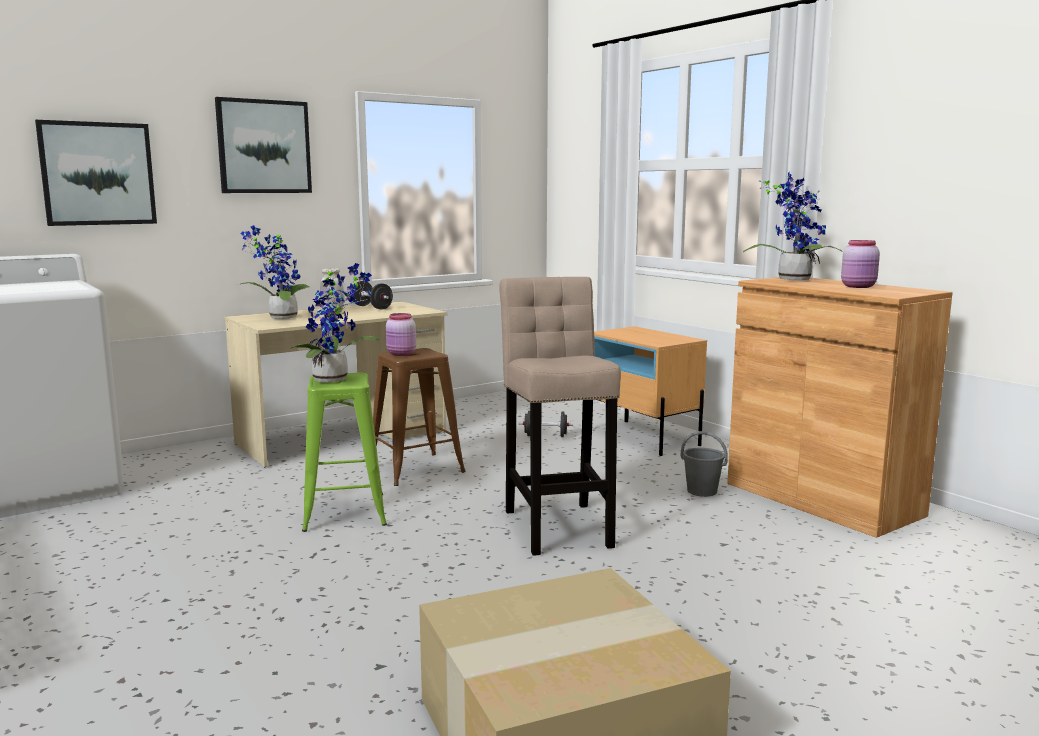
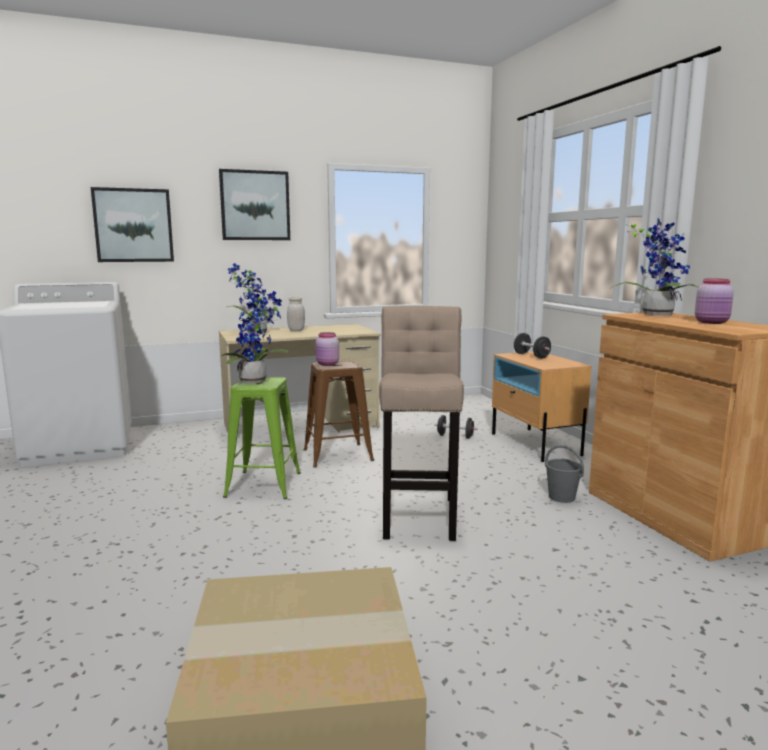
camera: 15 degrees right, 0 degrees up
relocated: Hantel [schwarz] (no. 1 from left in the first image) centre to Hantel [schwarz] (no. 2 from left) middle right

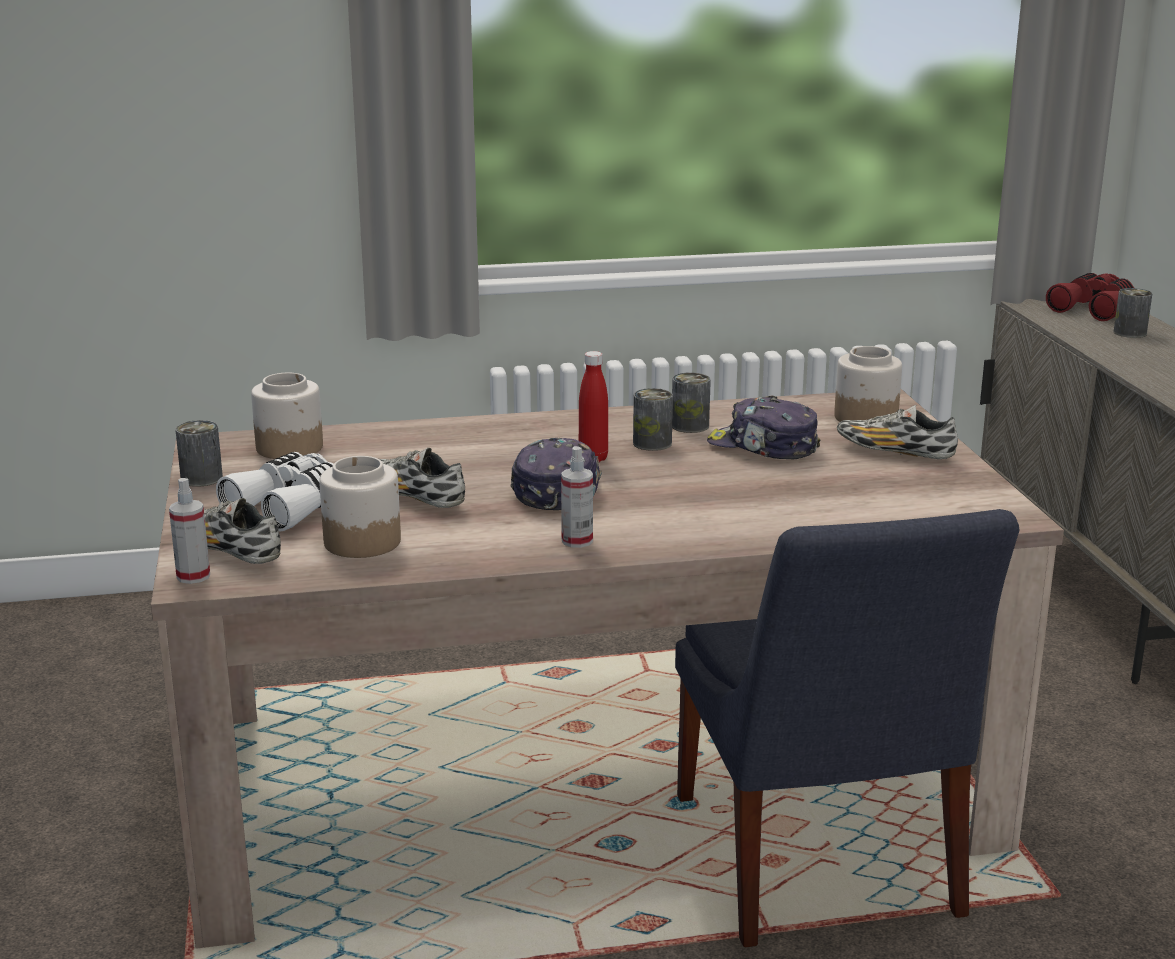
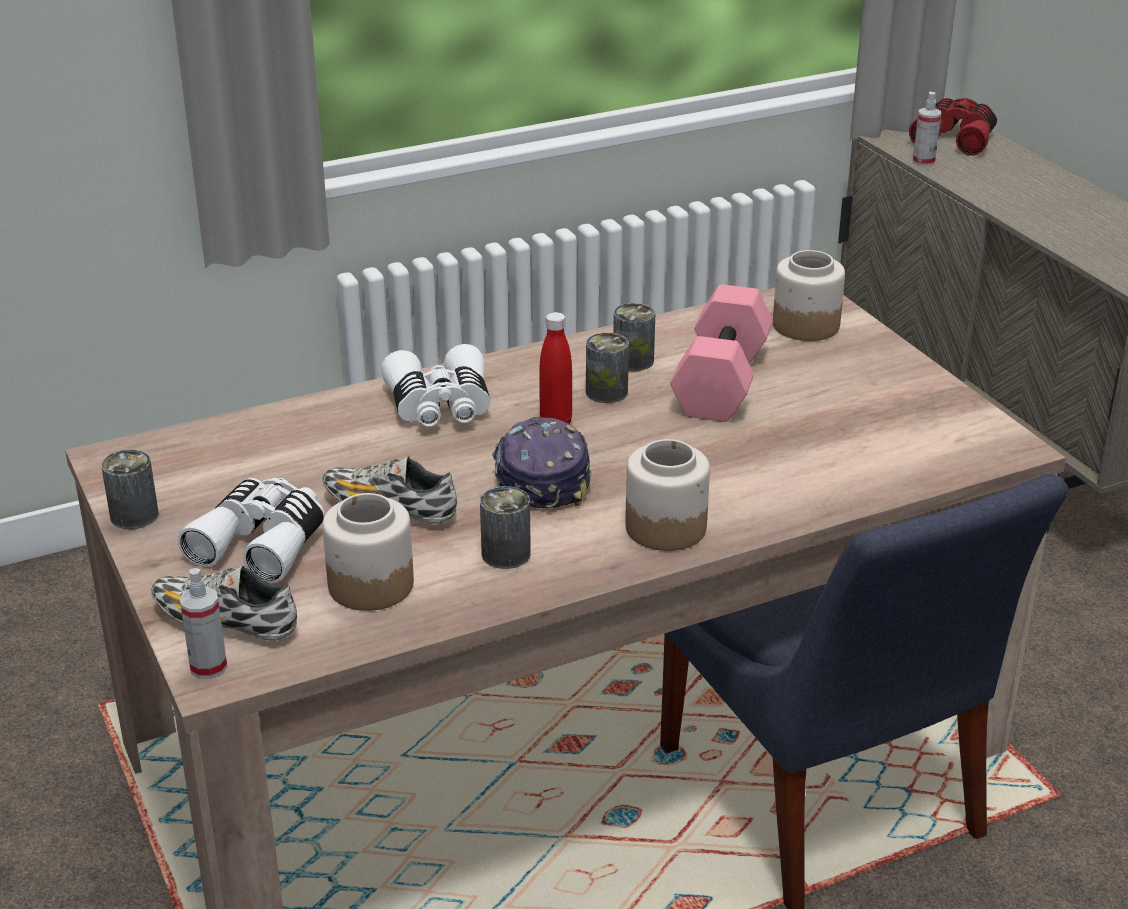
camera: 15 degrees left, 10 degrees up
missing: Schuh (no. 3 from left) middle right
appeared: Fernglas [weiß] (no. 2 from left) centre
relocated: Vorratsglas (no. 1 from left in the first image) middle left to Vorratsglas (no. 2 from left) centre; Sprühflasche (no. 2 from left) centre to top right; Dose (no. 4 from left in the first image) top right to Dose (no. 2 from left) centre
exchanged: Kappe (no. 2 from left) centre to Hantel [rosa] centre

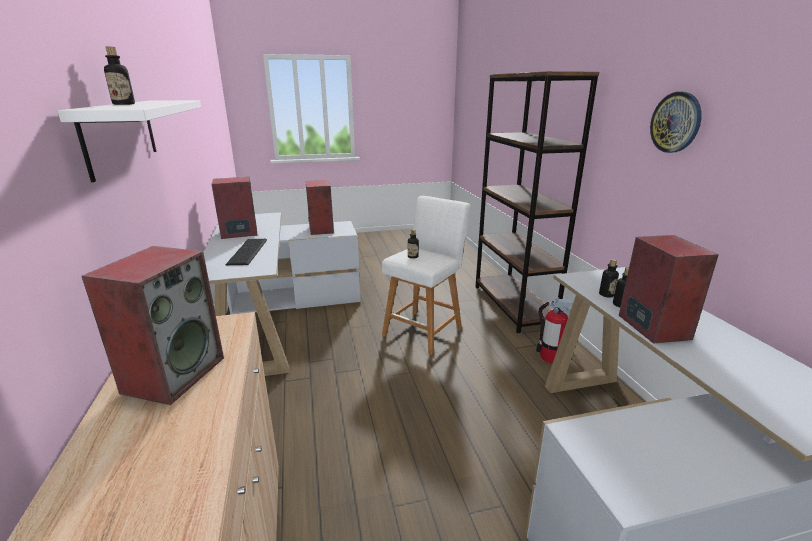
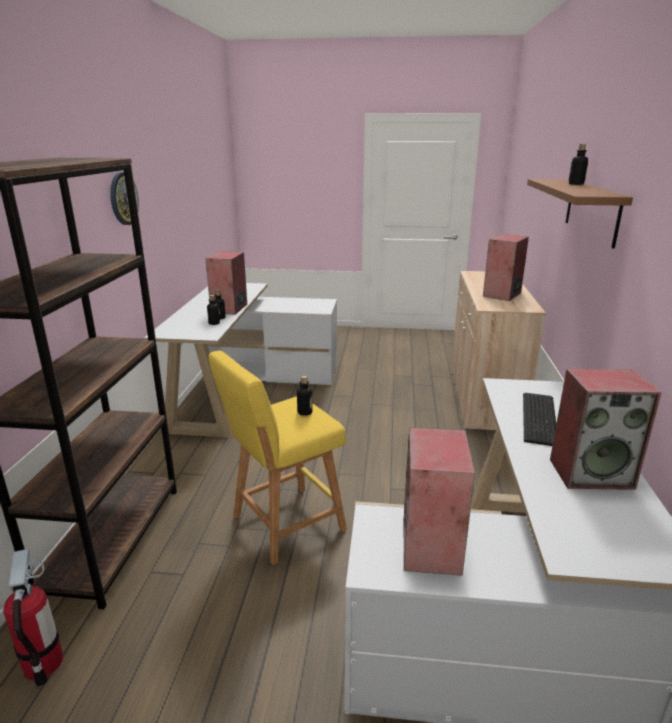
camera: 160 degrees left, 0 degrees up
relocated: Feuerlöscher middle right to bottom left
colour: Wandregal [weiß] top left to Wandregal [braun] top right; Hocker [weiß] centre to Hocker [gelb] centre

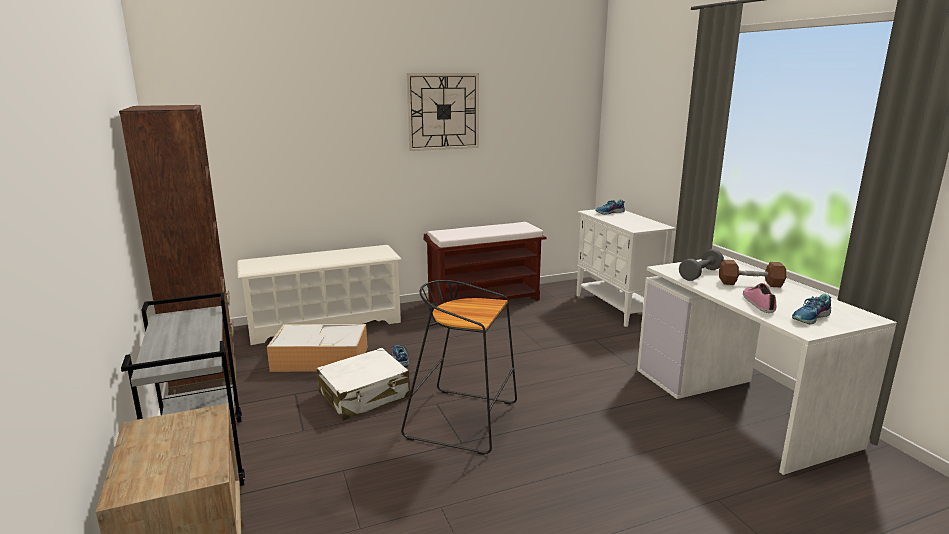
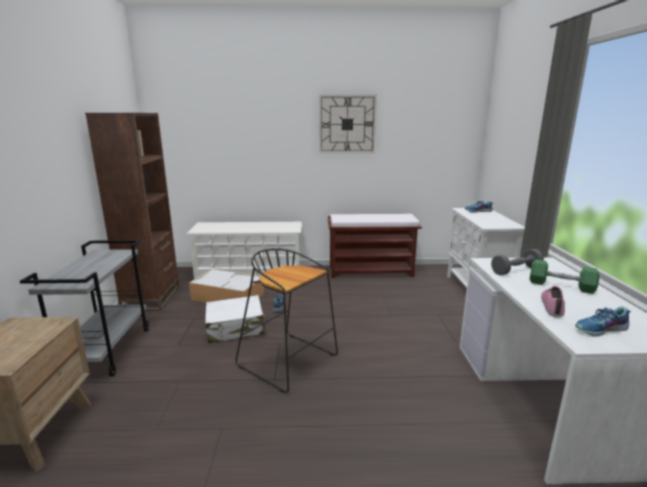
camera: 20 degrees right, 0 degrees up
colour: Hantel [braun] middle right to Hantel [grün] middle right

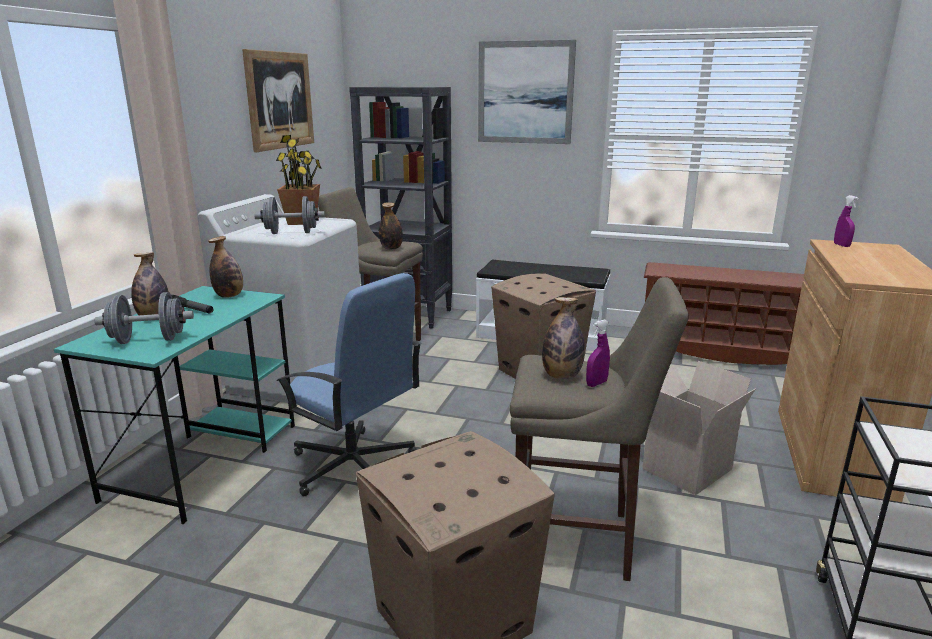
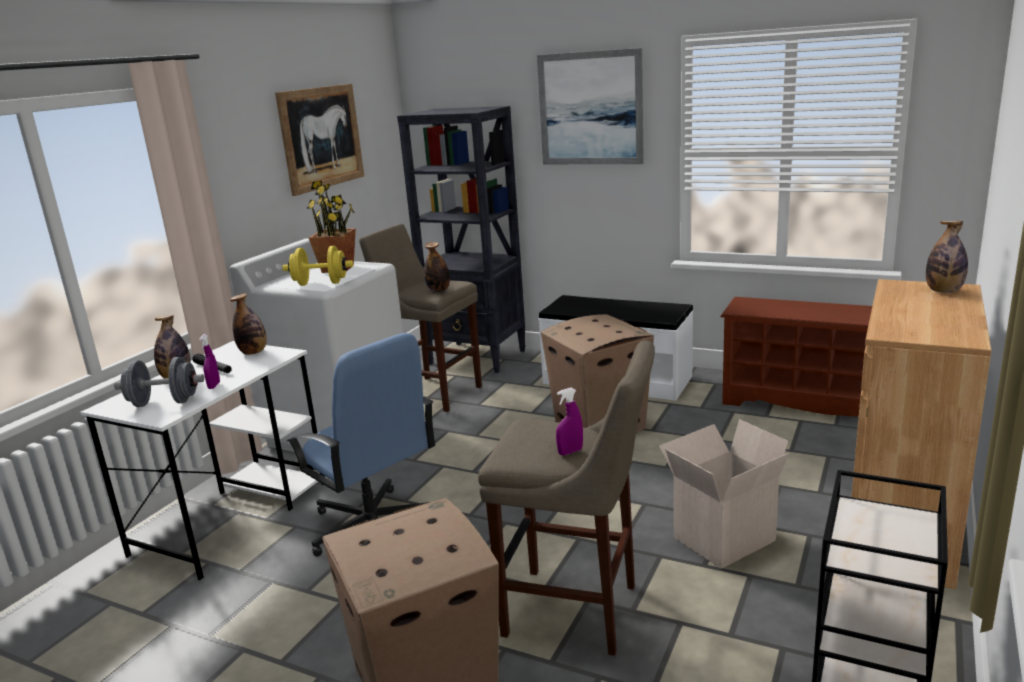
camera: 10 degrees right, 0 degrees up
relocated: Flasche (no. 4 from left) centre to middle right; Sprühflasche [lila] (no. 2 from left in the first image) middle right to Sprühflasche [lila] (no. 1 from left) middle left
colour: Schreibtisch [türkis] middle left to Schreibtisch [weiß] bottom left; Hantel [grau] (no. 2 from left) middle left to Hantel [gelb] middle left

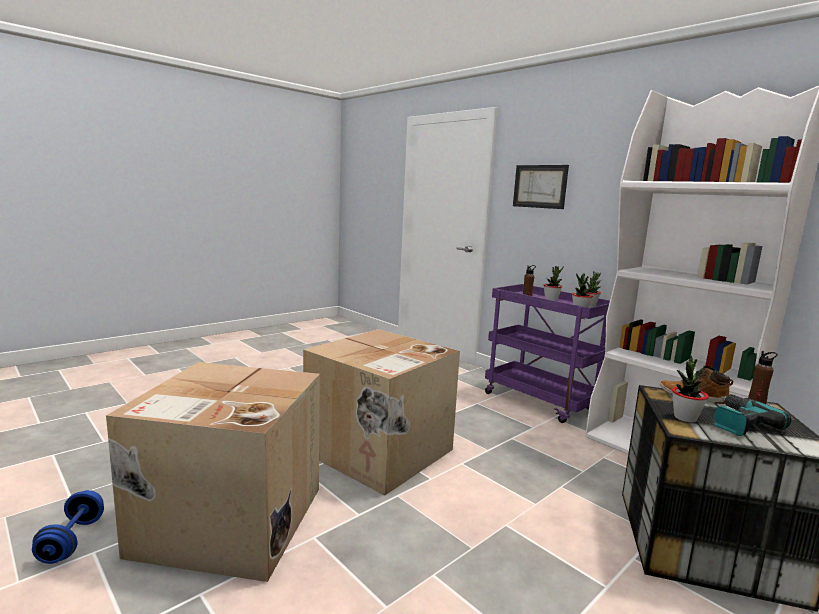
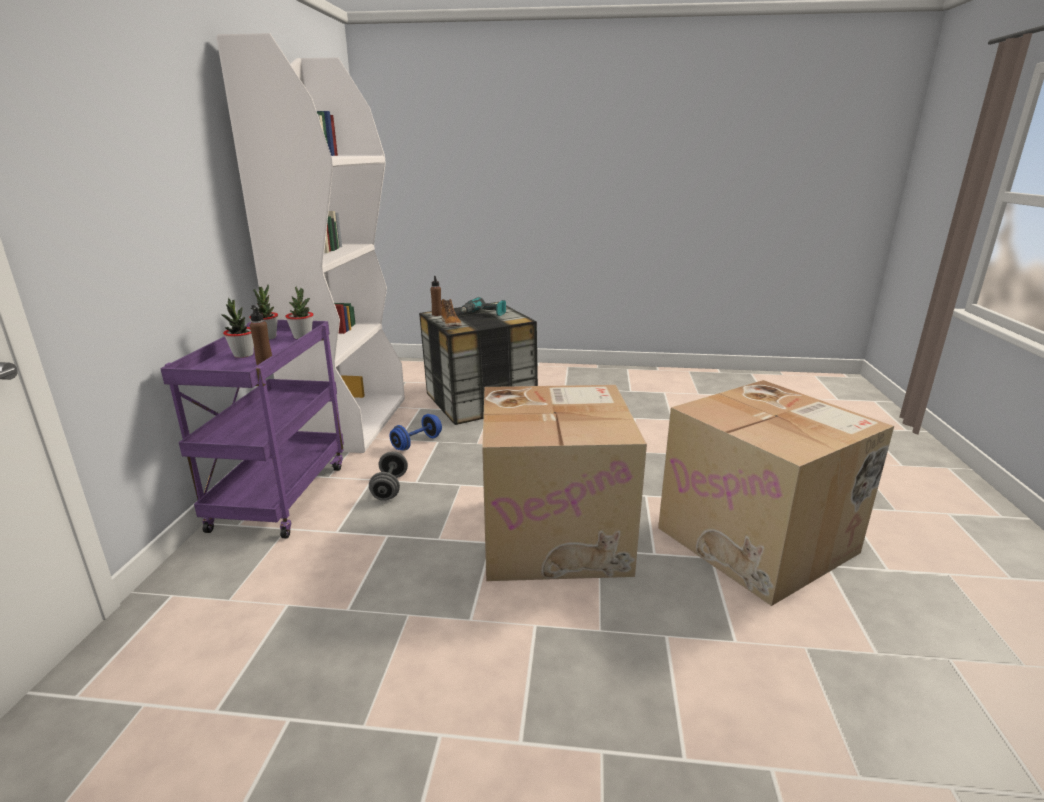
camera: 130 degrees left, 10 degrees up
missing: Bild top centre; Topfpflanze (no. 4 from left) middle right
appeared: Hantel [grau] centre
relocated: Hantel [blau] bottom left to centre

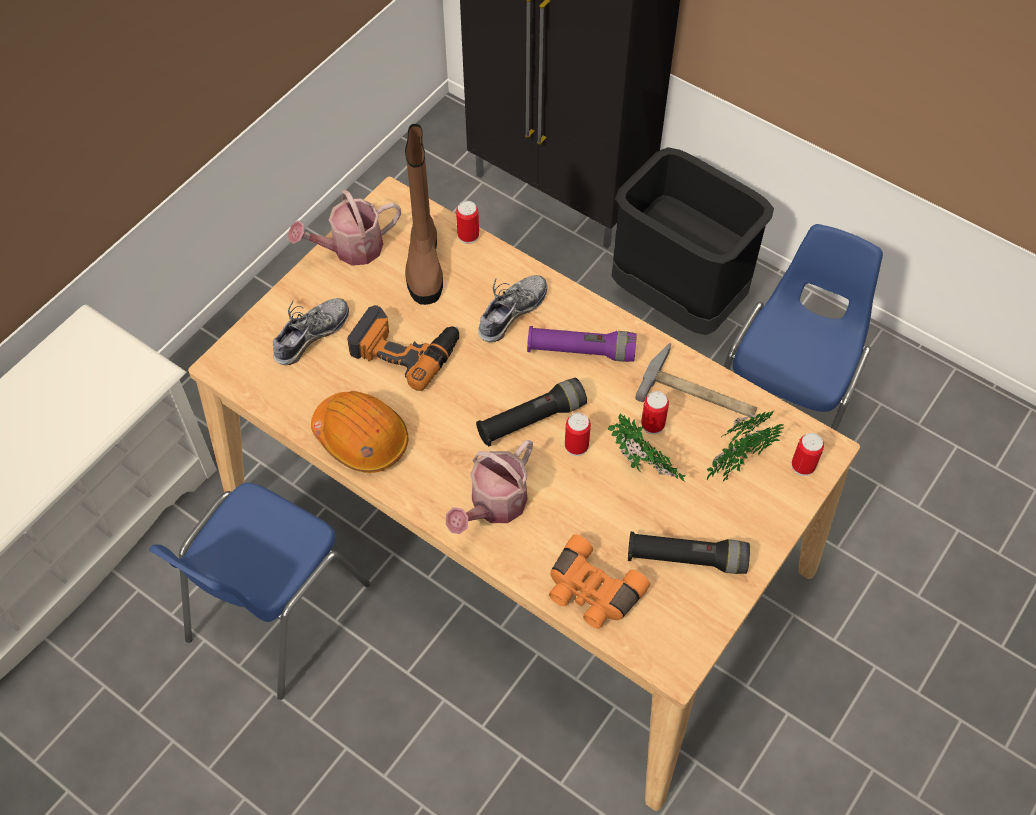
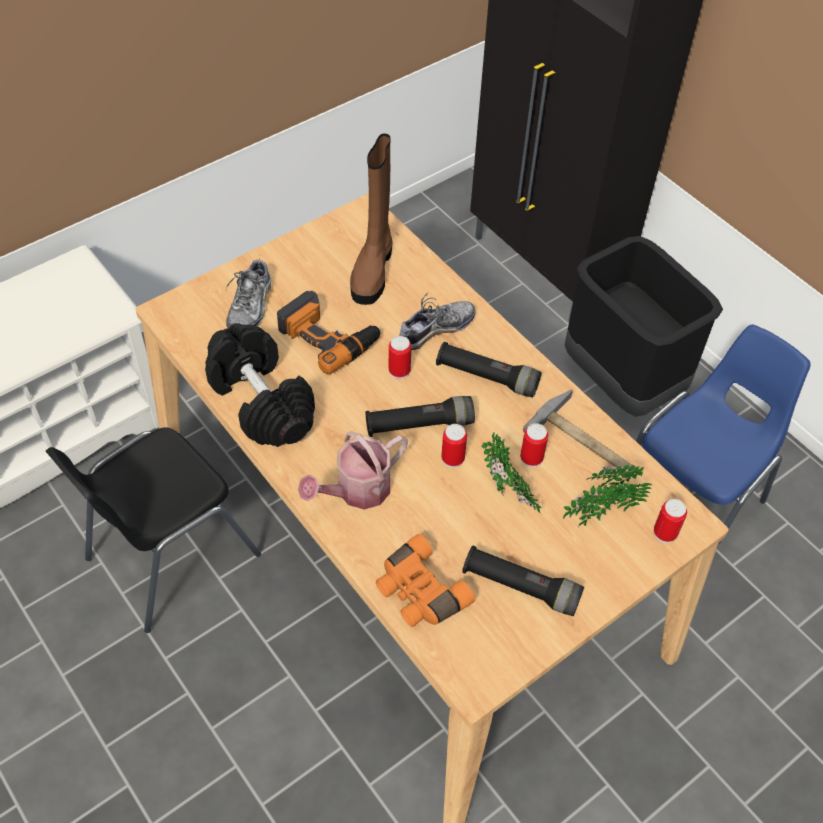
camera: 15 degrees right, 5 degrees down
missing: Gießkanne (no. 1 from left) top left
relocated: Dose (no. 1 from left) top centre to centre
exchanged: Schutzhelm [orange] centre to Hantel [schwarz] middle left
colour: Stuhl [blau] (no. 1 from left) bottom left to Stuhl [schwarz] middle left; Taschenlampe [lila] centre to Taschenlampe [schwarz] (no. 2 from left) centre
spun: Schuh (no. 1 from left) middle left = middle left 135 degrees clockwise

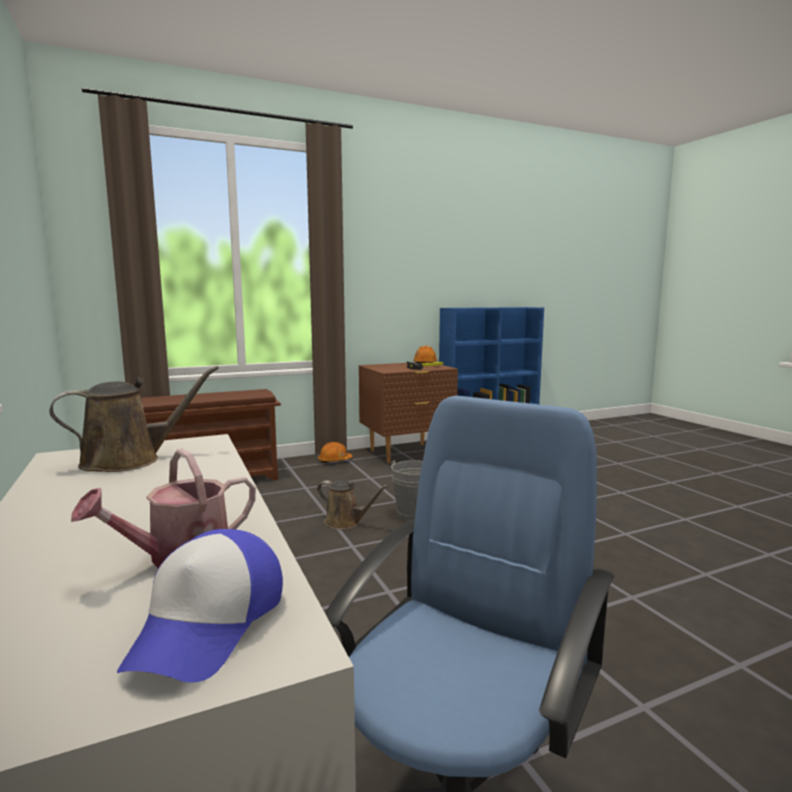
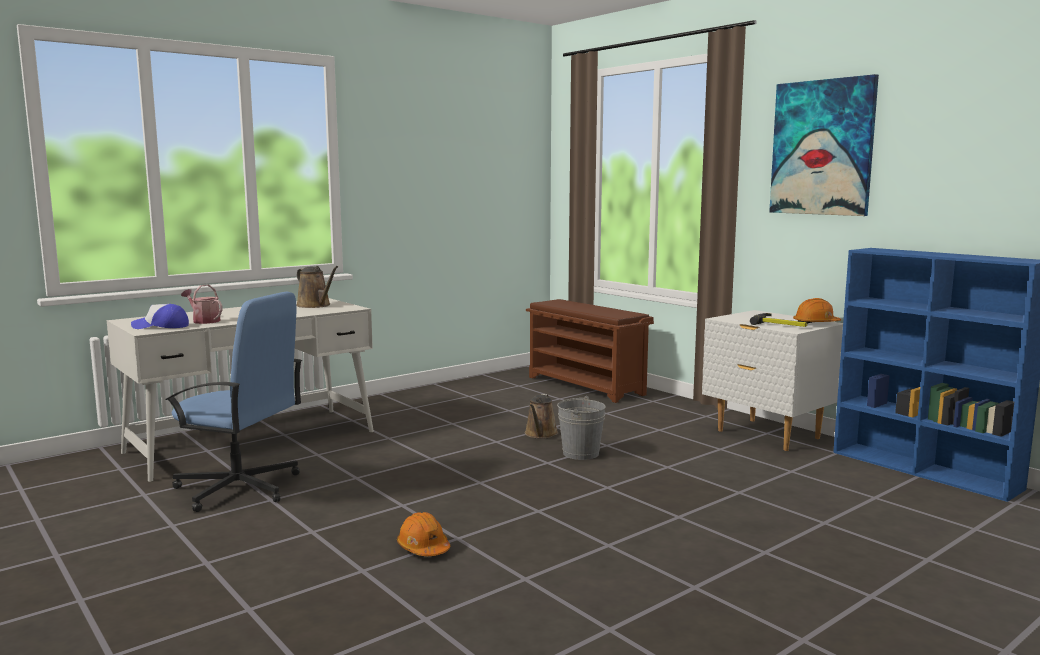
camera: 75 degrees right, 0 degrees up
appeared: Bild top right
relocated: Schutzhelm [orange] (no. 1 from left) centre to bottom centre
colour: Nachttisch [braun] centre to Nachttisch [weiß] middle right

